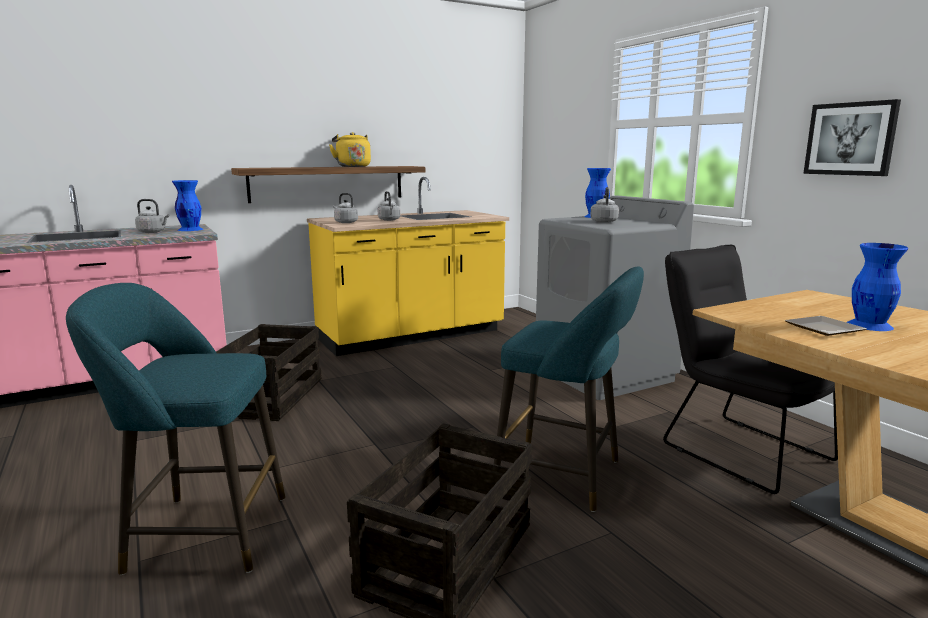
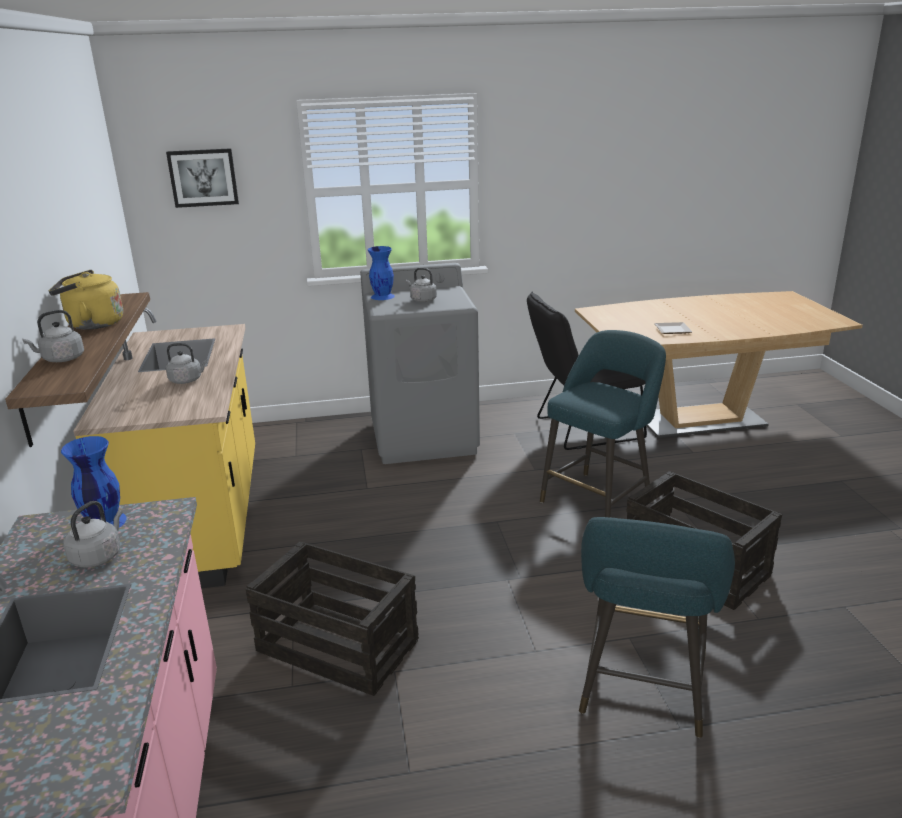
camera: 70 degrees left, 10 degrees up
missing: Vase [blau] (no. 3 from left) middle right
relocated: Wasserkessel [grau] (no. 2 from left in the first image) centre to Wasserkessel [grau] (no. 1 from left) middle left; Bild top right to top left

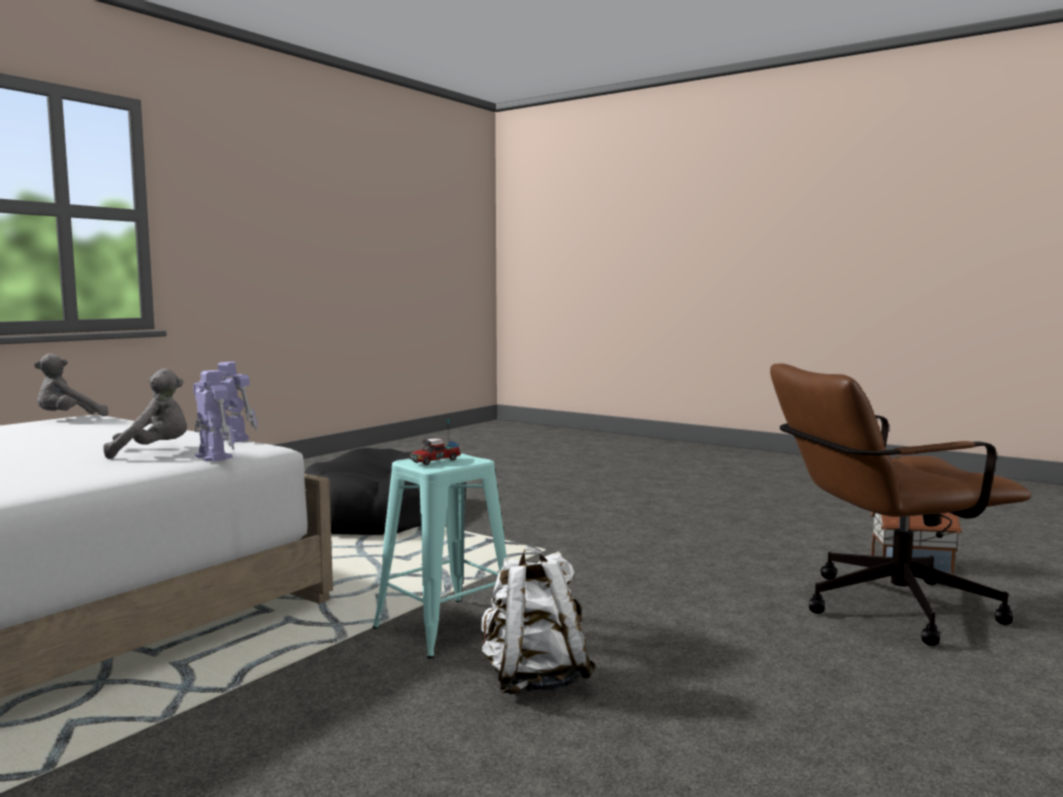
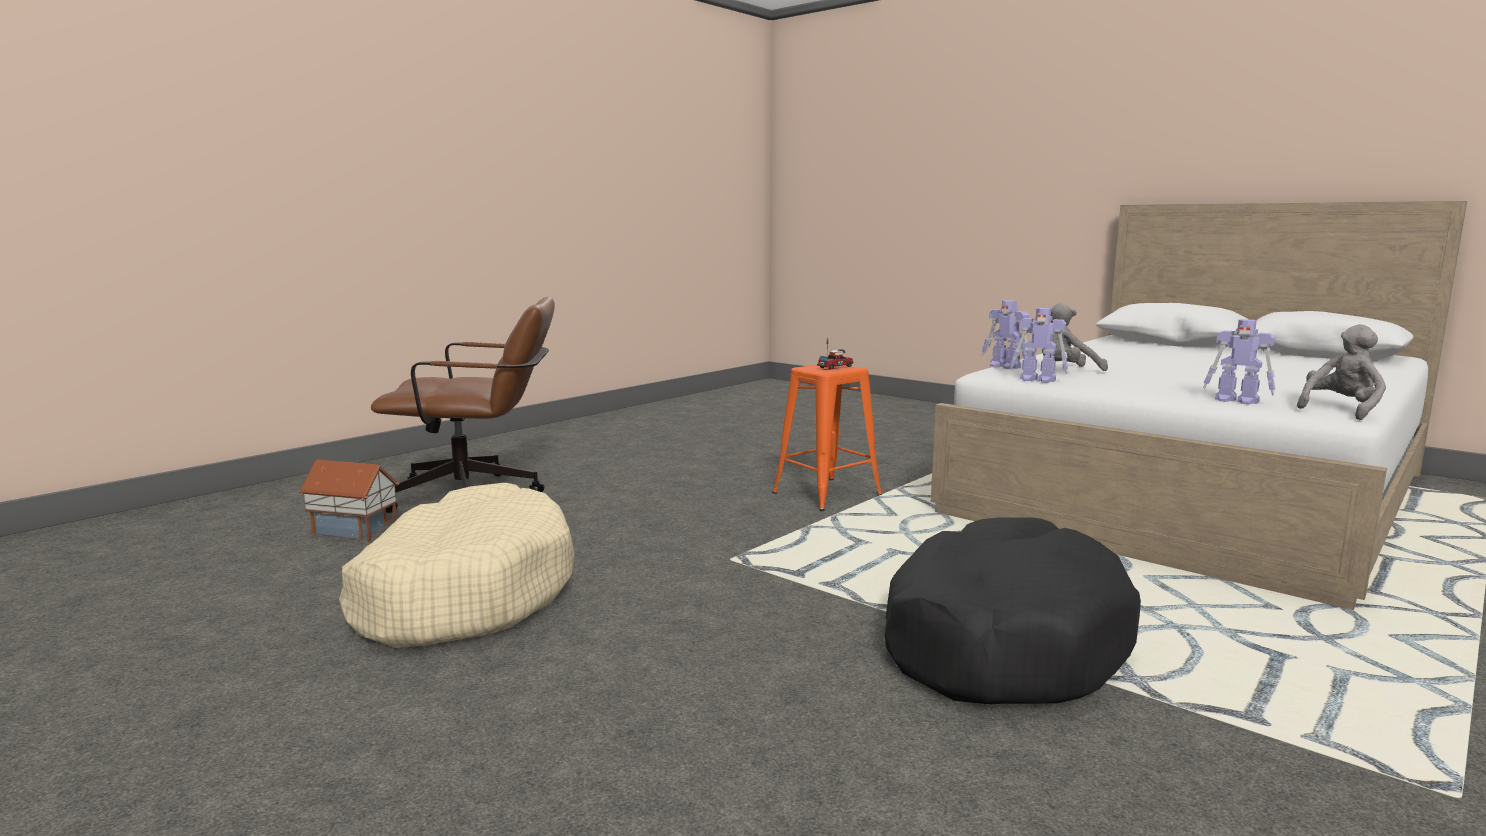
camera: 175 degrees left, 5 degrees up
missing: Rucksack [weiß] bottom centre
appeared: Hundebett [beige] bottom left; Spielzeugroboter (no. 3 from left) middle right
colour: Hocker [türkis] bottom centre to Hocker [orange] centre

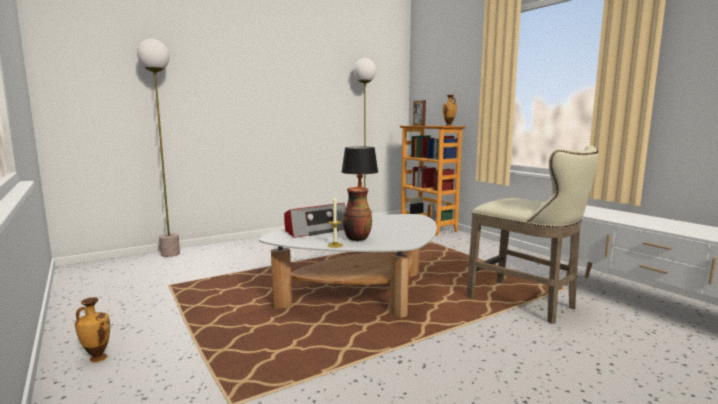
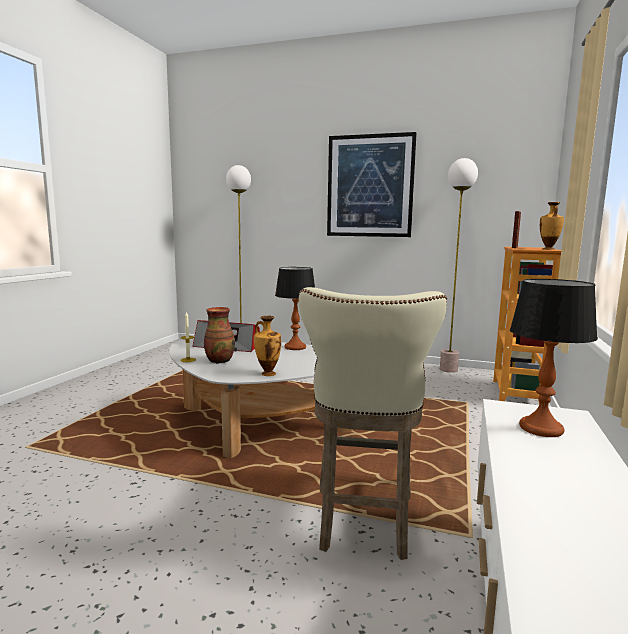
camera: 50 degrees right, 0 degrees up
appeared: Bild top centre; Tischlampe (no. 2 from left) middle right
relocated: Vase (no. 1 from left in the first image) bottom left to Vase (no. 2 from left) centre

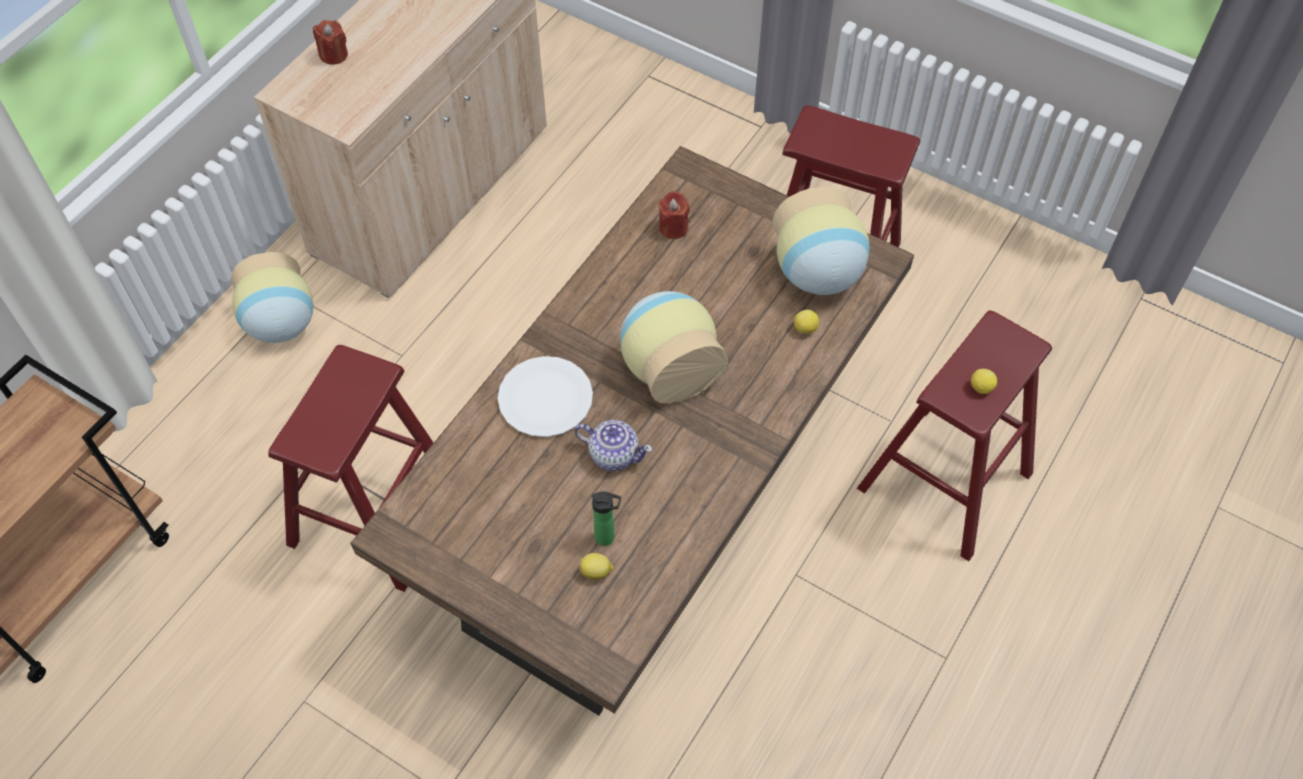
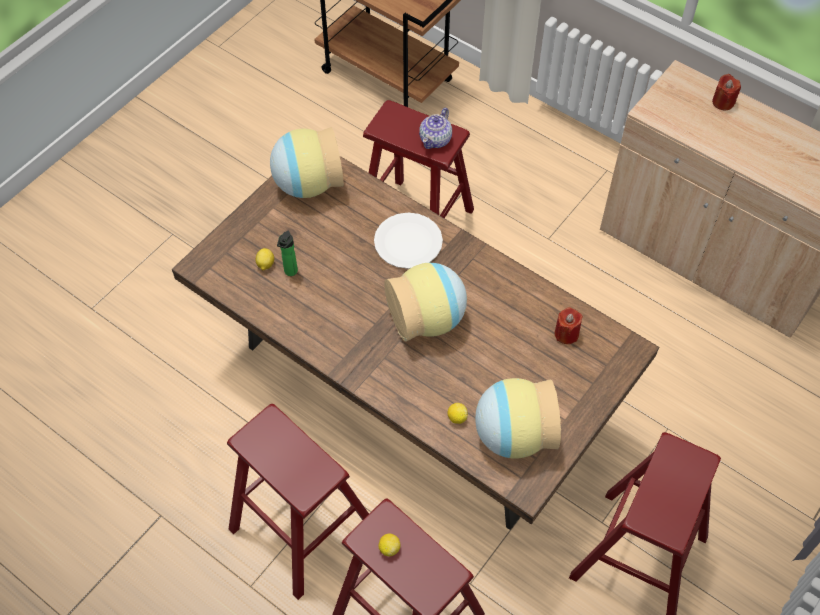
camera: 95 degrees right, 0 degrees up
appeared: Hocker [rot] (no. 1 from left) bottom centre
relocated: Vase (no. 1 from left) middle left to top centre; Teekanne centre to top centre

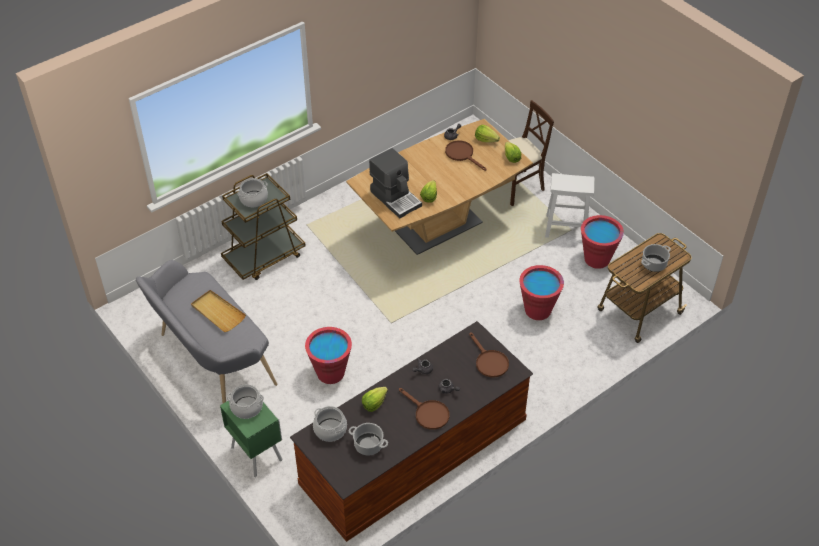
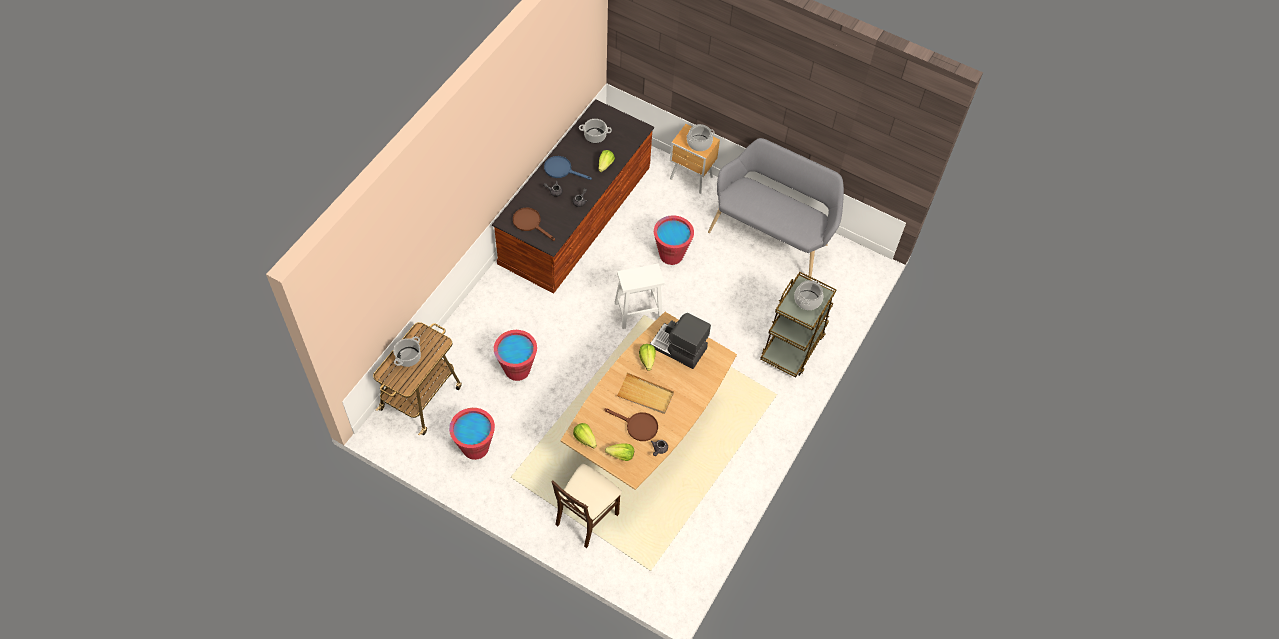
camera: 155 degrees right, 10 degrees up
missing: Kochtopf (no. 3 from left) bottom centre
relocated: Tablett [beige] middle left to centre; Hocker [weiß] middle right to centre
colour: Nachttisch [grün] bottom left to Nachttisch [braun] top centre; Pfanne [braun] (no. 1 from left) bottom centre to Pfanne [blau] top centre

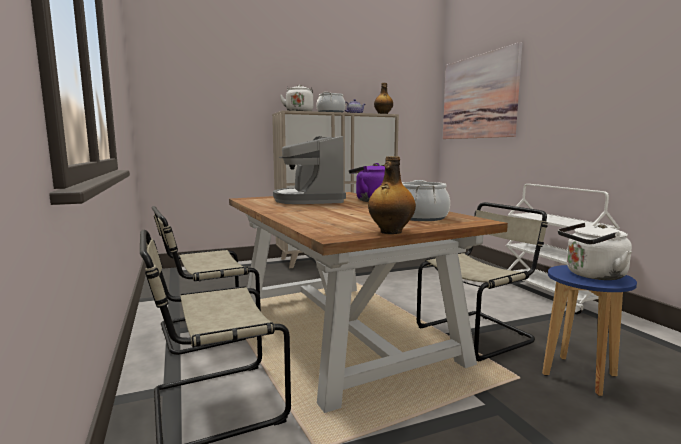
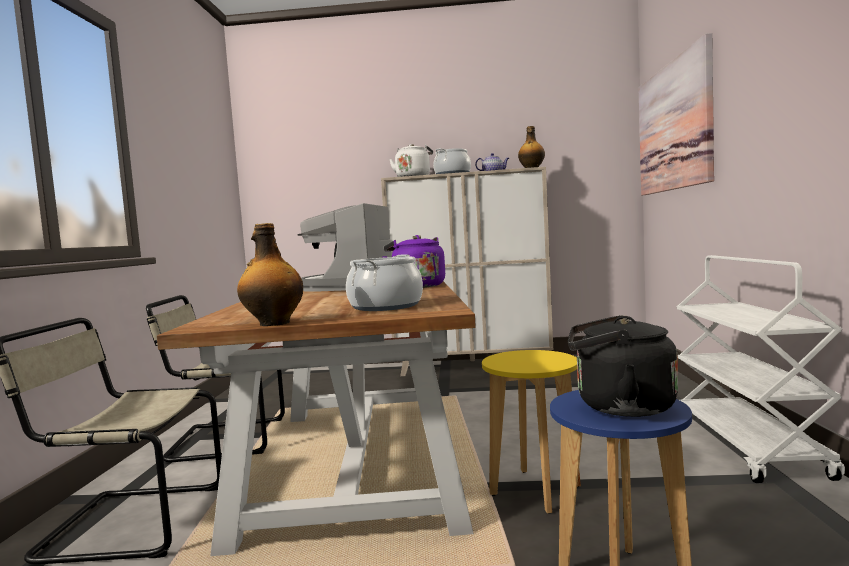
camera: 25 degrees right, 5 degrees down
exchanged: Stuhl [beige] (no. 3 from left) middle right to Hocker [gelb] bottom centre
colour: Wasserkessel [weiß] (no. 2 from left) middle right to Wasserkessel [schwarz] middle right

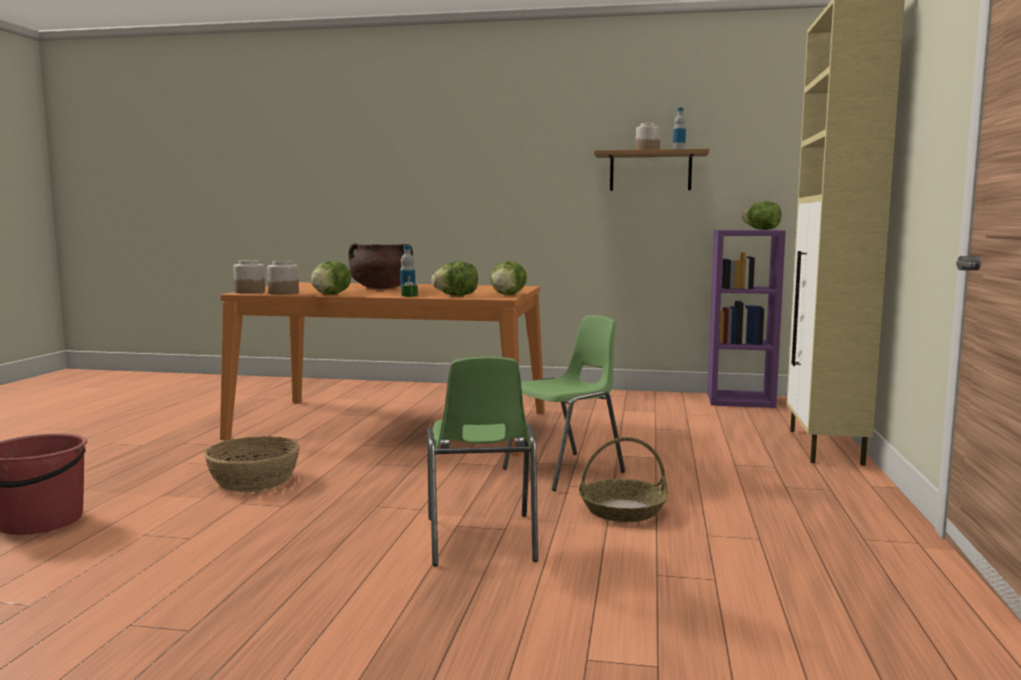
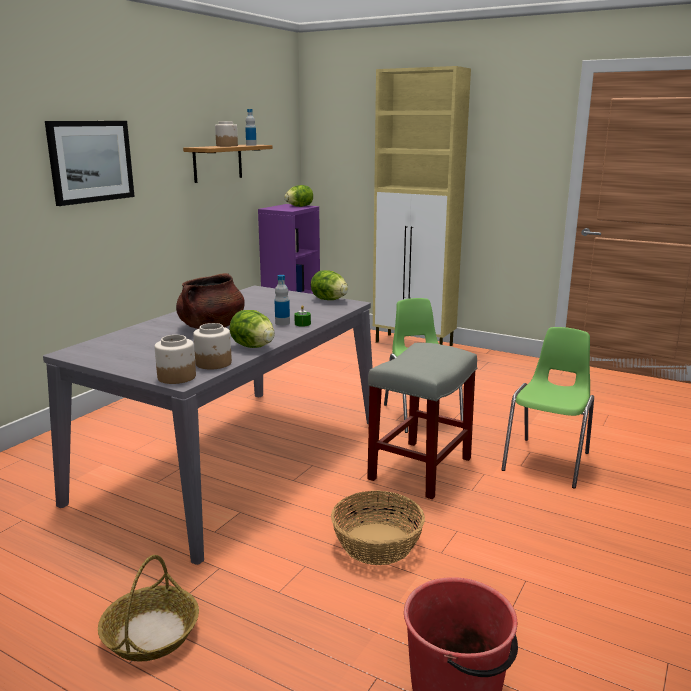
camera: 70 degrees left, 10 degrees up
missing: Salatkopf (no. 2 from left) centre
appeared: Bild top left; Hocker [grau] centre
relocated: Korb (no. 2 from left in the first image) bottom centre to Korb (no. 1 from left) bottom left
colour: Esstisch [orange] centre to Esstisch [grau] middle left
spun: Stuhl [grün] (no. 1 from left in the first image) bottom centre = middle right 75 degrees counterclockwise

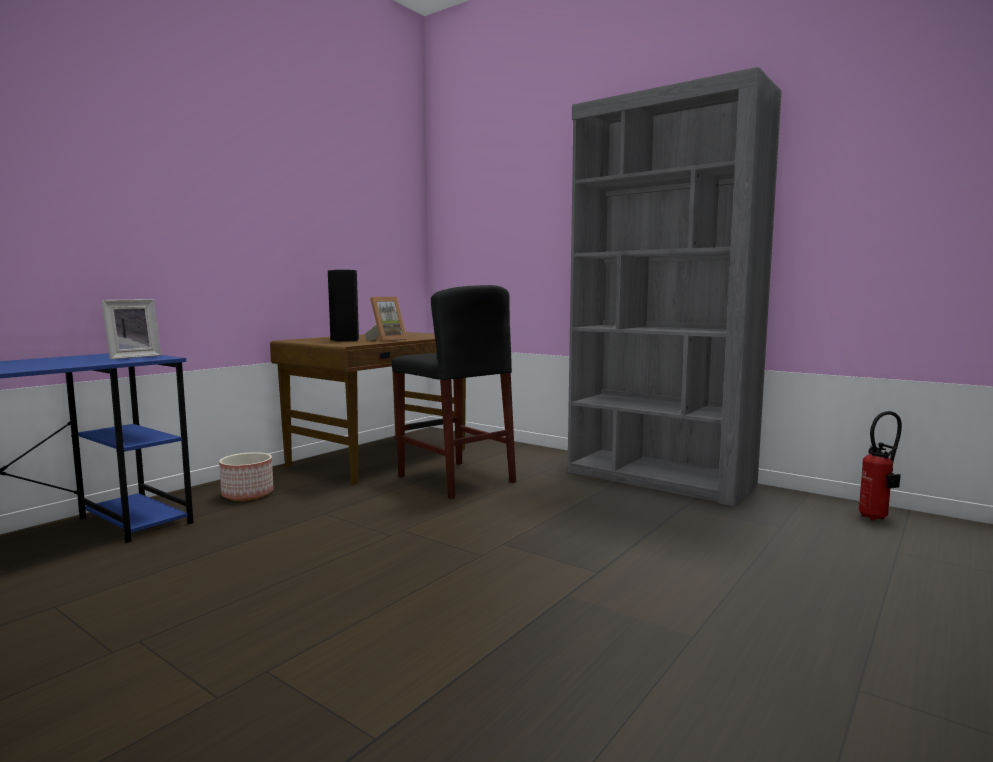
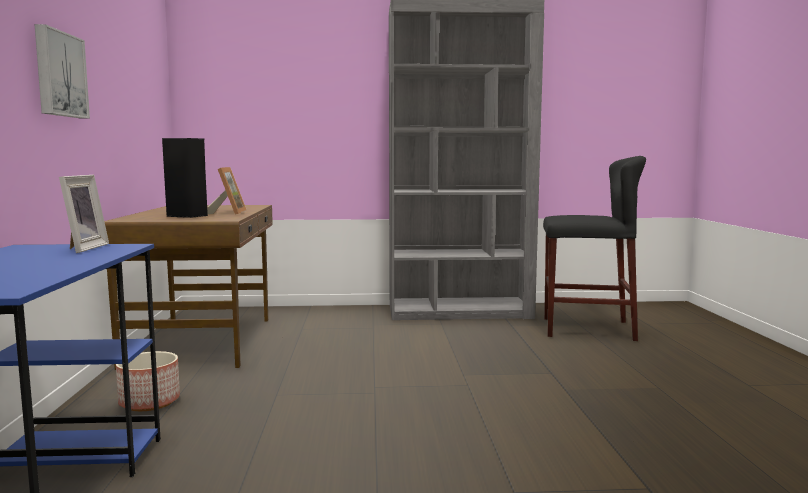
camera: 40 degrees left, 0 degrees up
missing: Feuerlöscher middle right
appeared: Bild top left
relocated: Hocker [schwarz] centre to middle right

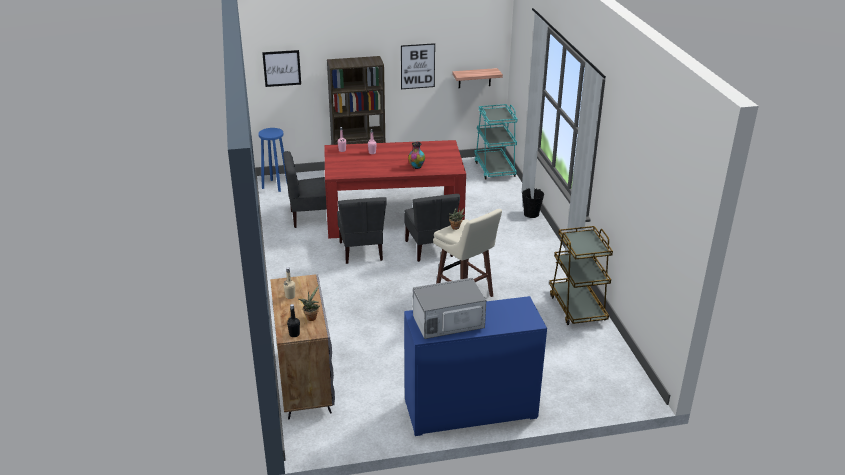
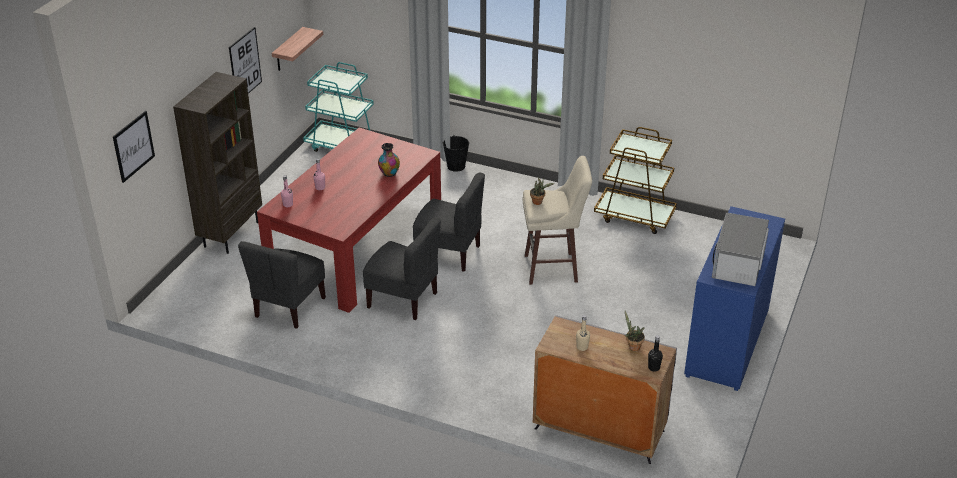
camera: 55 degrees left, 5 degrees up
missing: Hocker [blau] middle left

